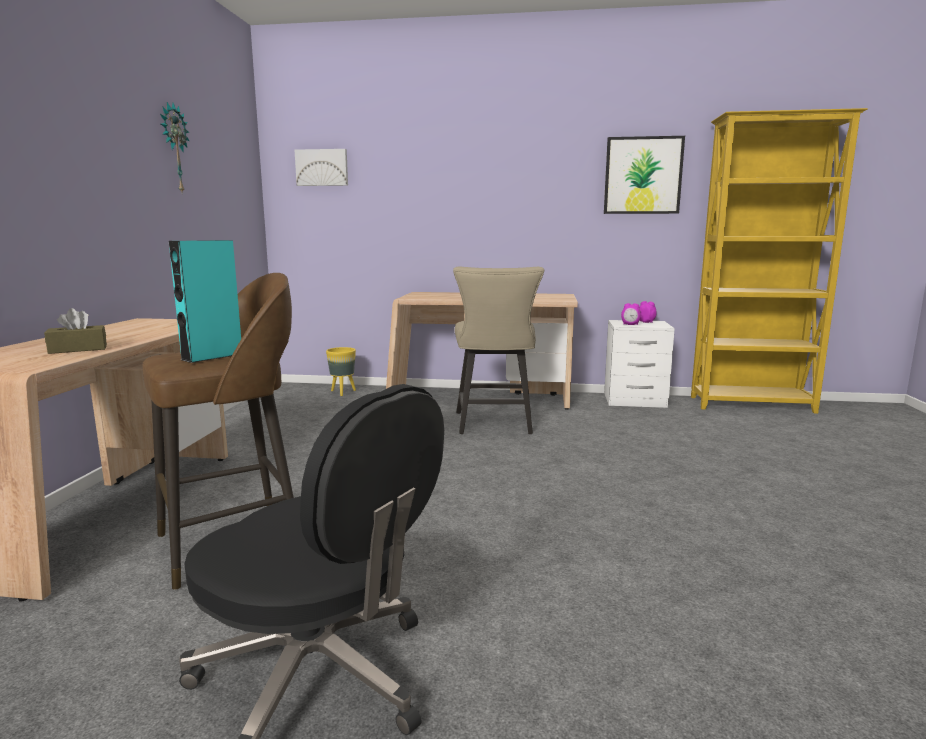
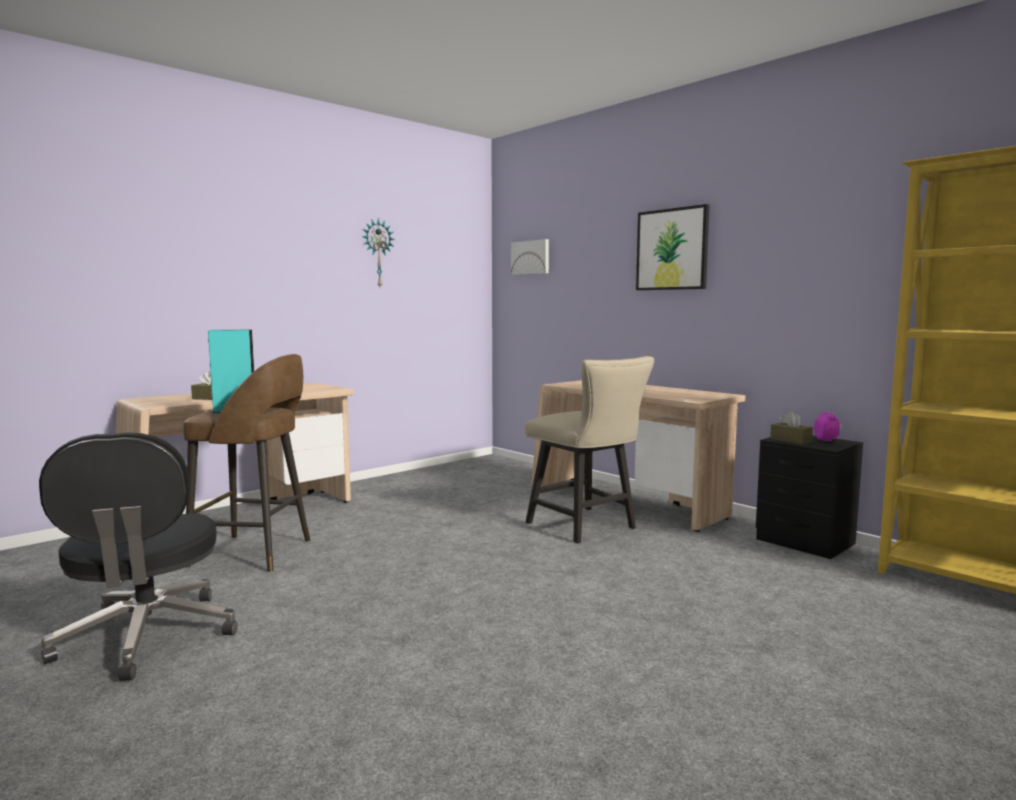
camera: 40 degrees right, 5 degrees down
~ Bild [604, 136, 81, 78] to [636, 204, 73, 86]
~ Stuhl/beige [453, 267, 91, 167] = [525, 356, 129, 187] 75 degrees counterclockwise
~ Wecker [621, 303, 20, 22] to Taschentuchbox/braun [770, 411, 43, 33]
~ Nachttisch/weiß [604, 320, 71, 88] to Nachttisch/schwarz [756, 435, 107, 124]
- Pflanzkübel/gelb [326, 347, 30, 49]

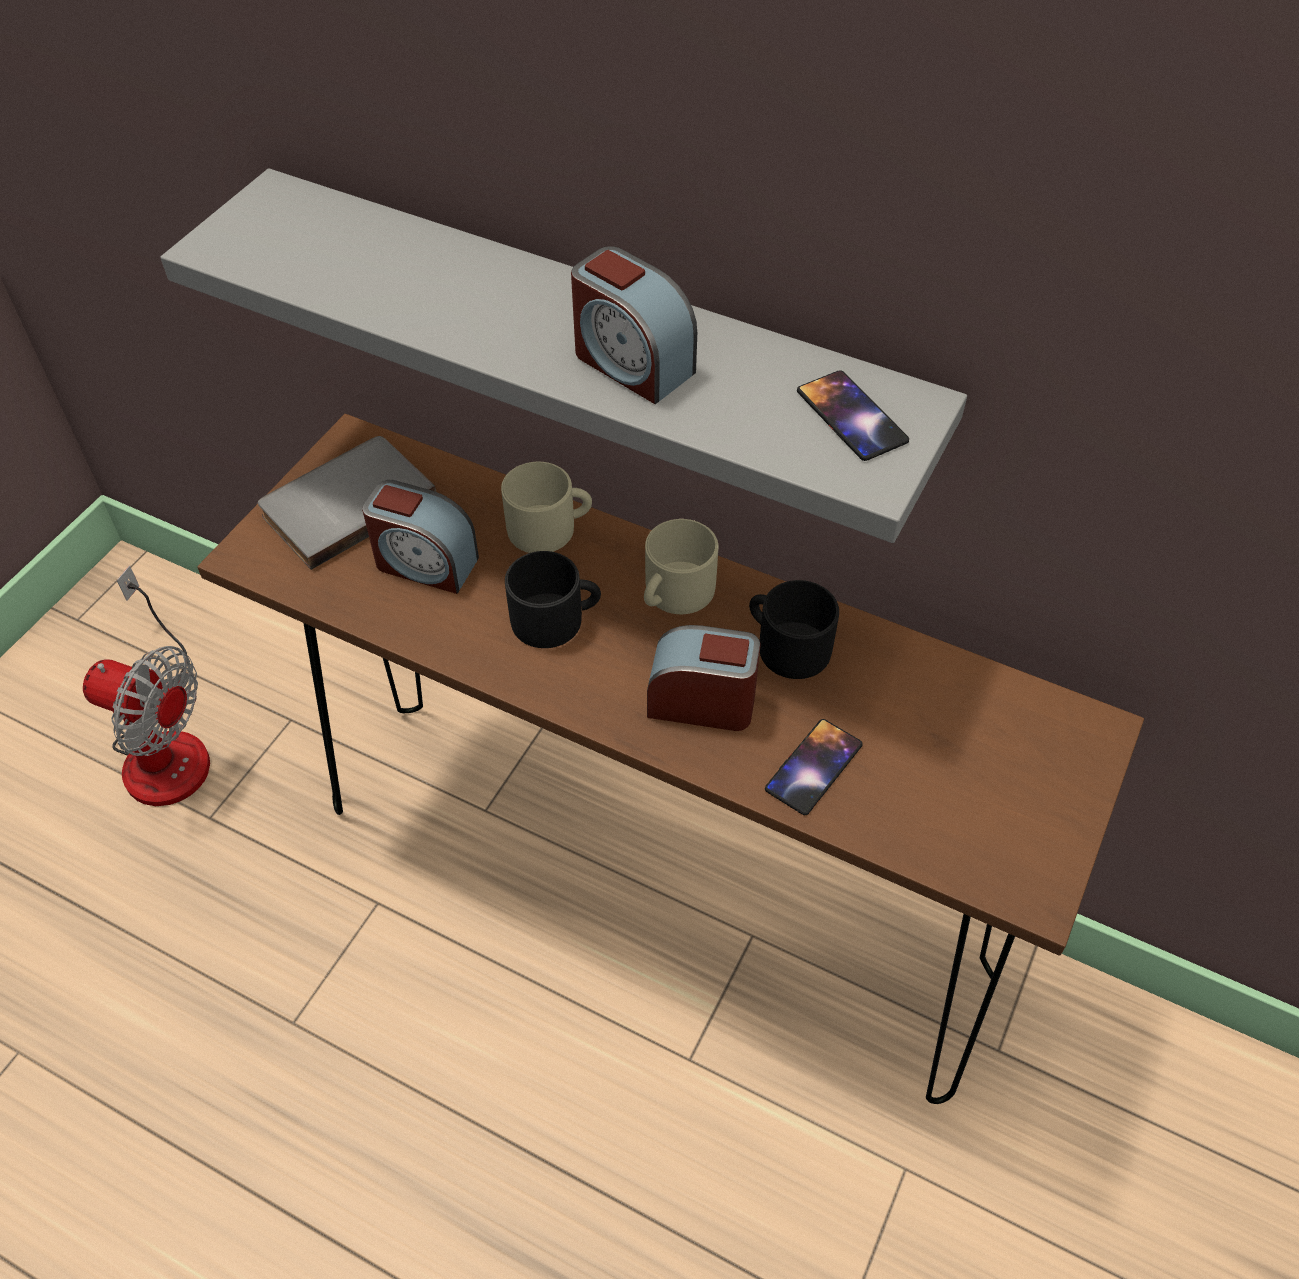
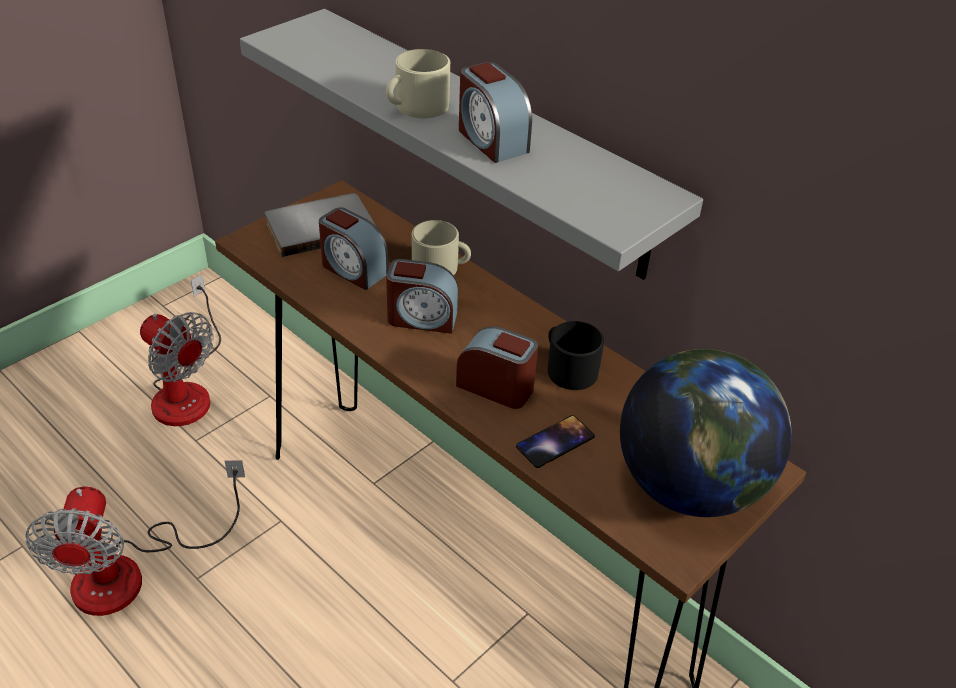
camera: 15 degrees right, 10 degrees down
- Handy [797, 370, 112, 91]
~ Henkelbecher/beige [644, 519, 74, 95] to [386, 49, 64, 69]
~ Henkelbecher/schwarz [505, 551, 96, 97] to Wecker [386, 259, 72, 75]
+ Globus [620, 349, 172, 168]
+ Ventilator [25, 460, 220, 156]

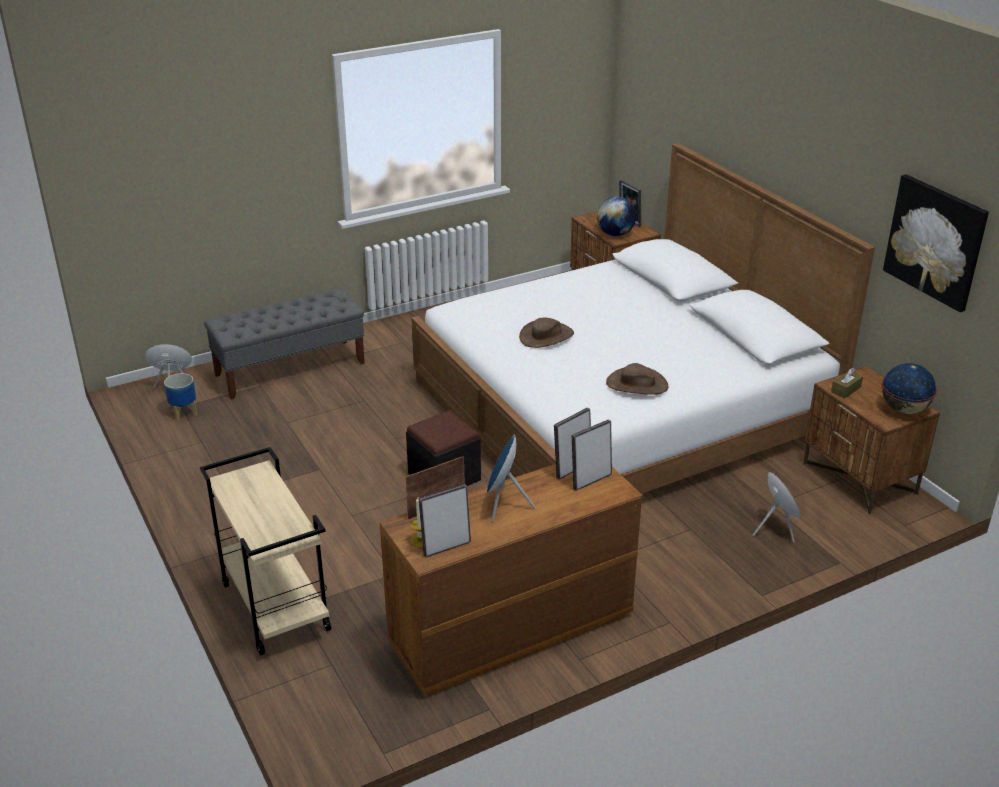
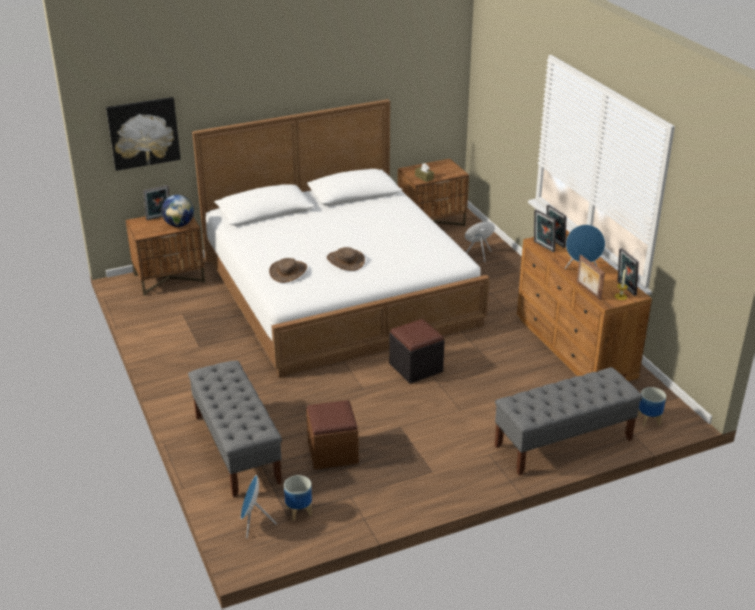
camera: 85 degrees left, 0 degrees up
~ Bild [883, 174, 106, 138] to [106, 97, 75, 74]
~ Hut/braun [606, 363, 62, 32] to [269, 258, 38, 25]
- Globus [881, 363, 56, 51]
~ Rollwagen/beige [200, 447, 131, 209] to Bank/grau [495, 367, 148, 108]
+ Pflanzkübel [638, 387, 28, 40]
+ Polsterhocker/braun [306, 400, 53, 70]

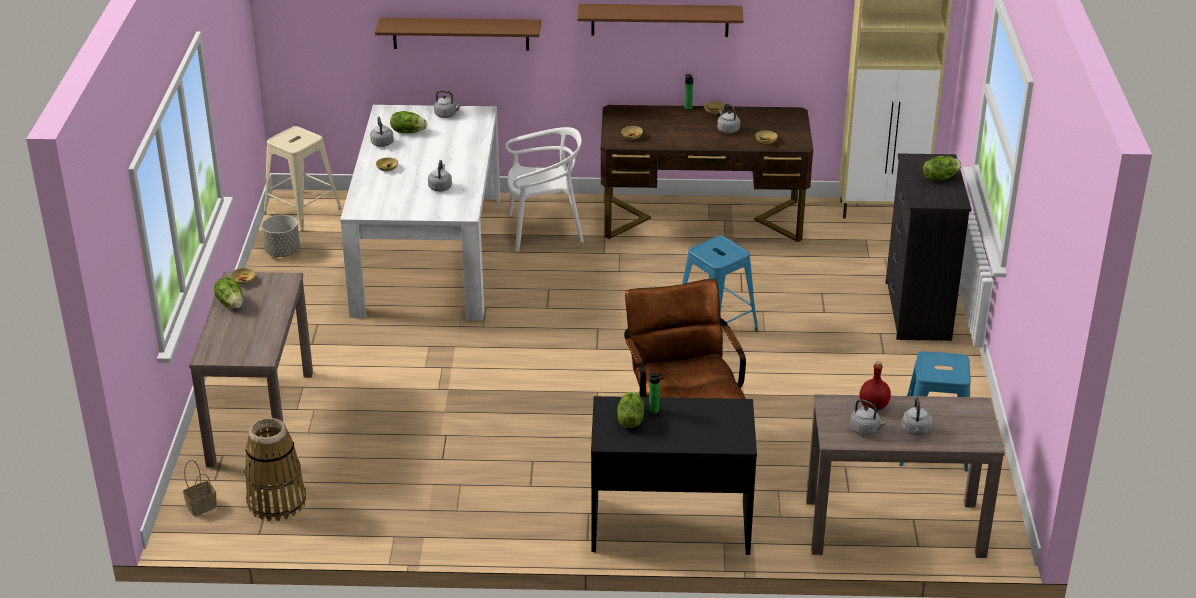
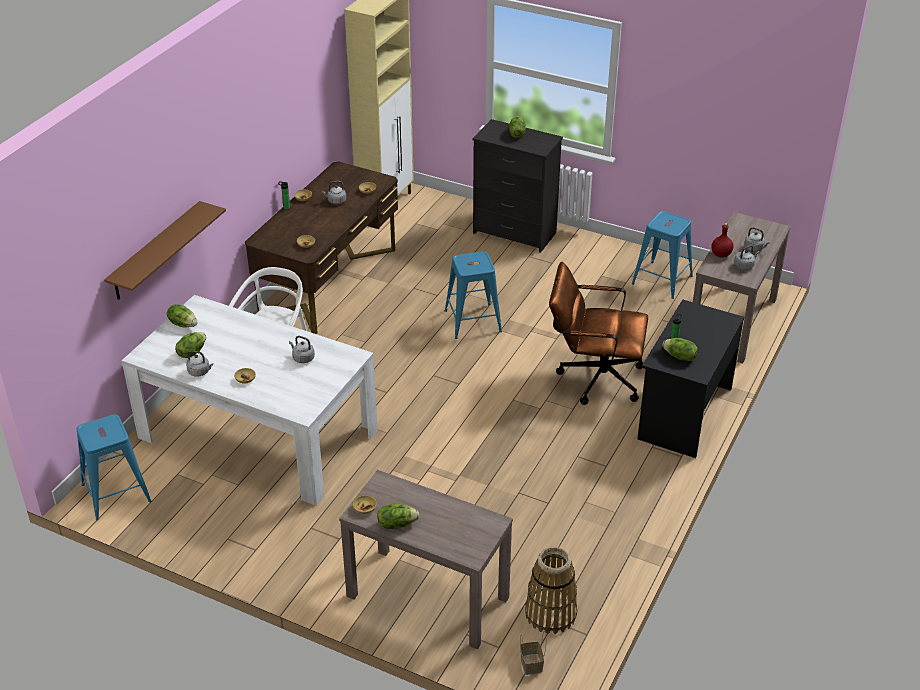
camera: 65 degrees left, 5 degrees up
- Wandregal/braun [577, 4, 167, 33]
~ Wasserkessel/grau [434, 90, 28, 28] to Salatkopf [167, 304, 31, 23]
~ Hocker/beige [264, 126, 77, 105] to Hocker/blau [77, 414, 74, 106]
- Pflanzkübel/grau [262, 215, 38, 42]

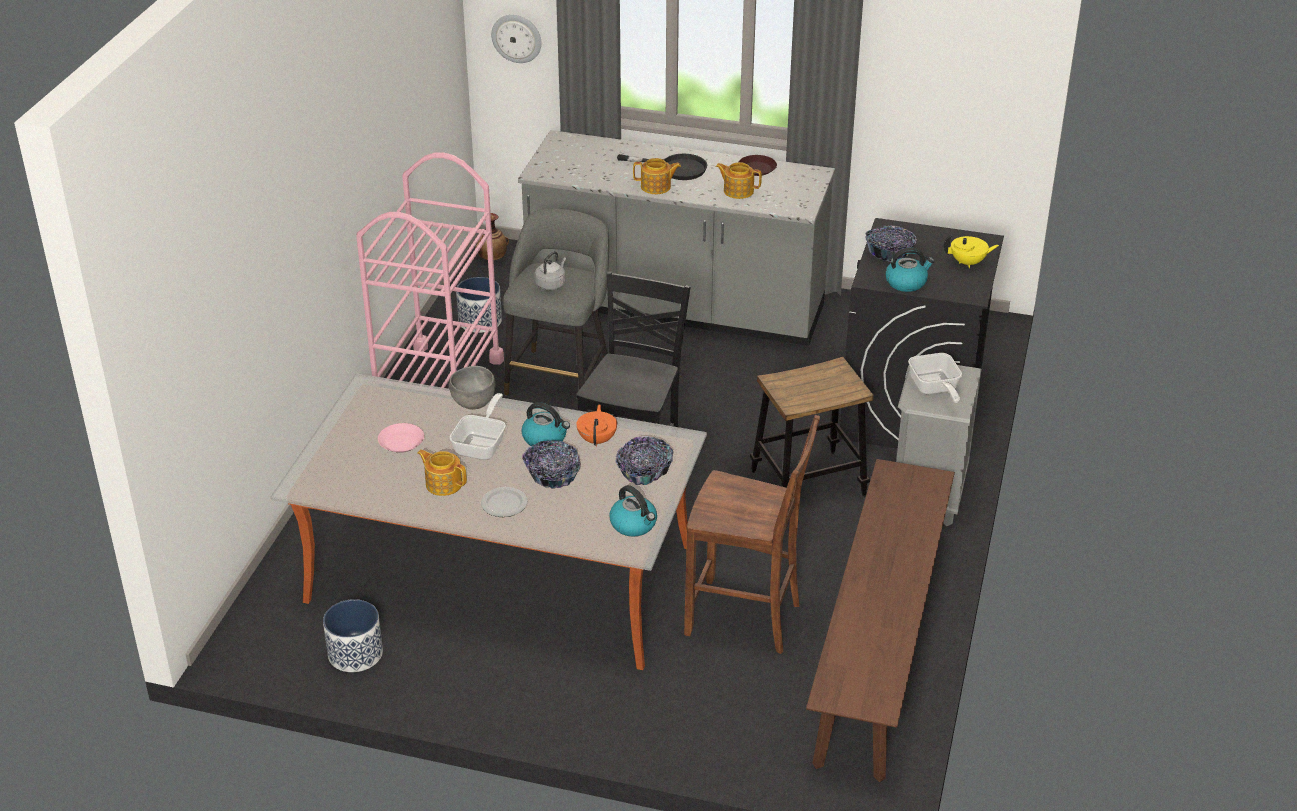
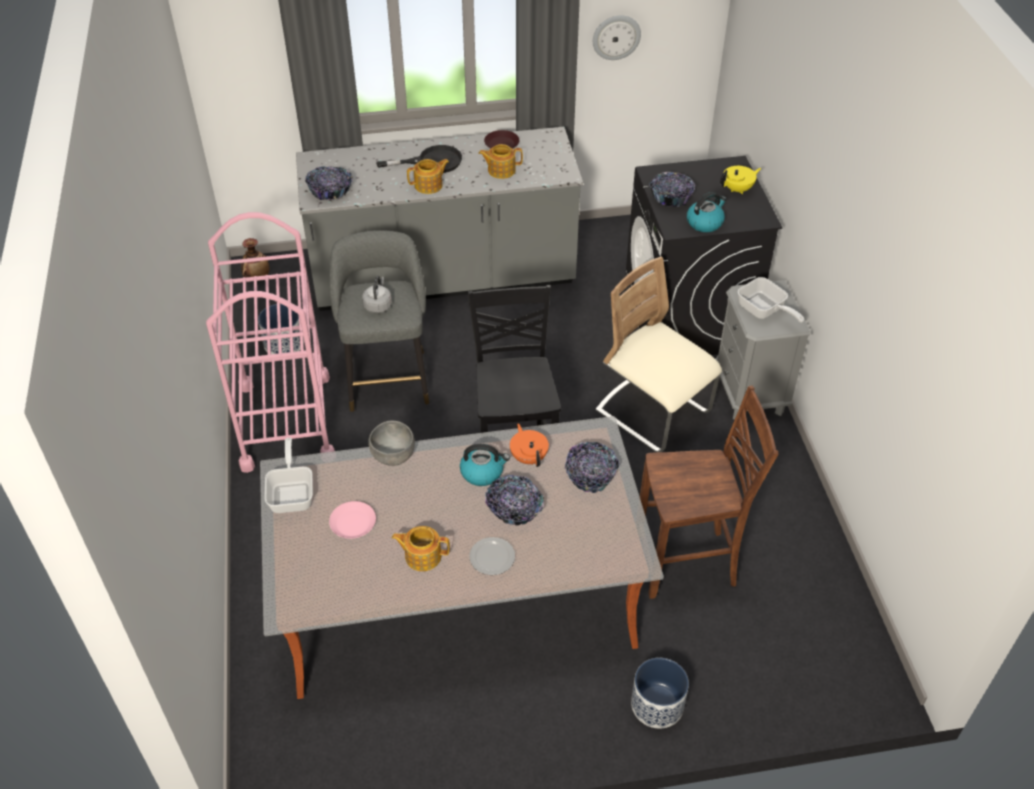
camera: 25 degrees left, 10 degrees up
~ Wanduhr [491, 15, 50, 48] to [593, 15, 48, 45]
~ Hocker [750, 357, 124, 140] to Stuhl/beige [595, 257, 127, 195]
~ Pfanne [449, 393, 57, 67] to [265, 438, 48, 75]
- Bank/braun [806, 459, 149, 323]
- Wasserkessel [609, 485, 48, 51]
~ Pflanzkübel [323, 599, 60, 73] to [631, 658, 58, 71]
+ Schüssel [305, 166, 48, 34]

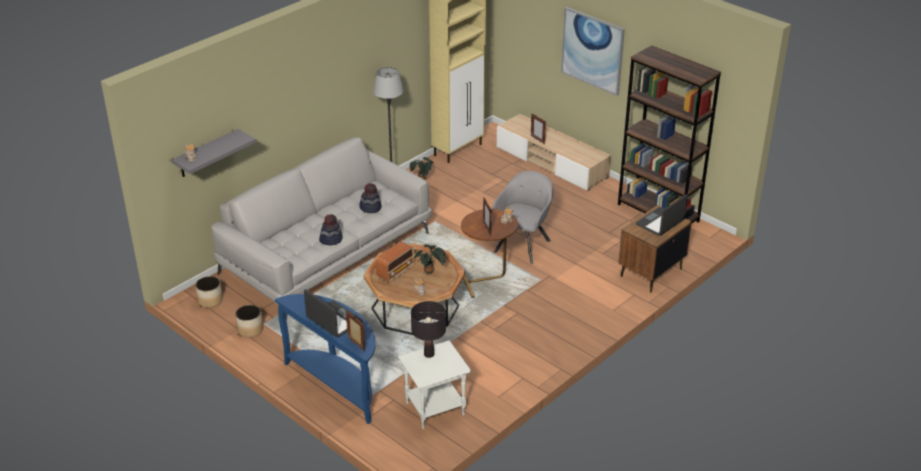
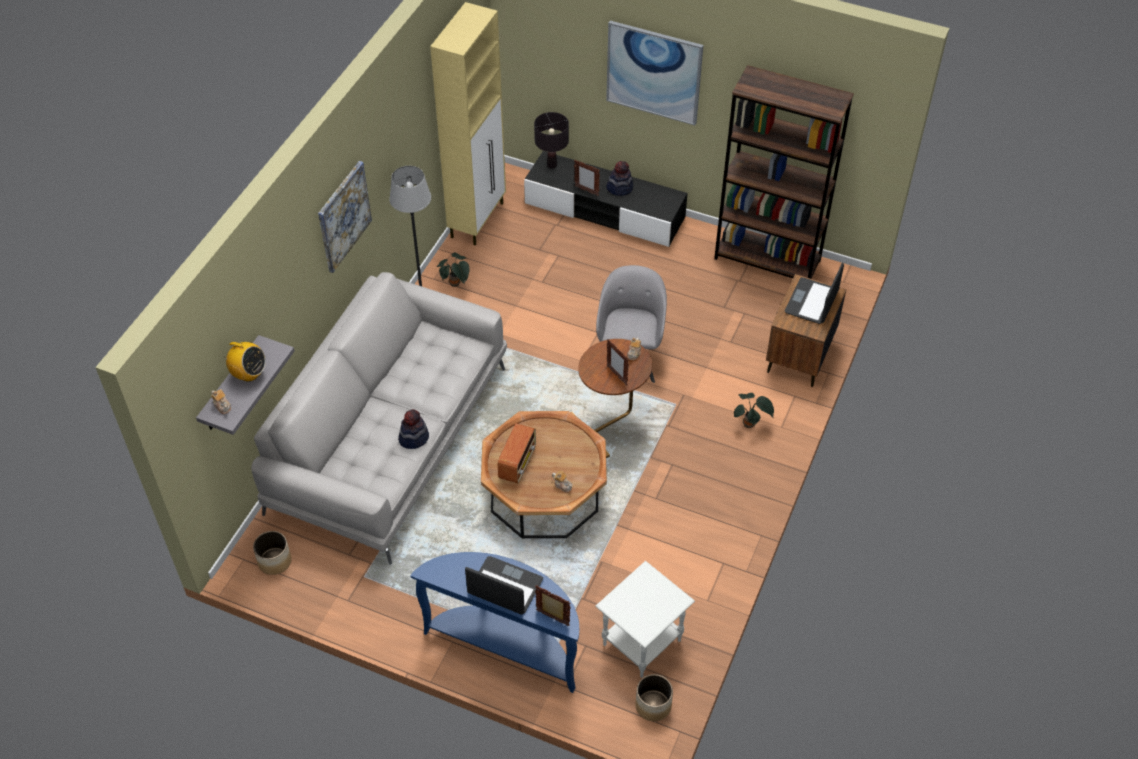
camera: 20 degrees left, 15 degrees up
~ Fernsehschrank/beige [497, 114, 114, 77] to Fernsehschrank/schwarz [524, 151, 164, 96]
~ Hut [359, 183, 22, 30] to [606, 161, 27, 35]
~ Topfpflanze [414, 244, 32, 30] to [734, 393, 40, 35]
~ Tischlampe/schwarz [411, 301, 35, 57] to [534, 112, 35, 56]
~ Pflanzkübel [236, 305, 27, 33] to [635, 674, 38, 47]
+ Bild [318, 161, 54, 112]
+ Radio [220, 342, 46, 39]

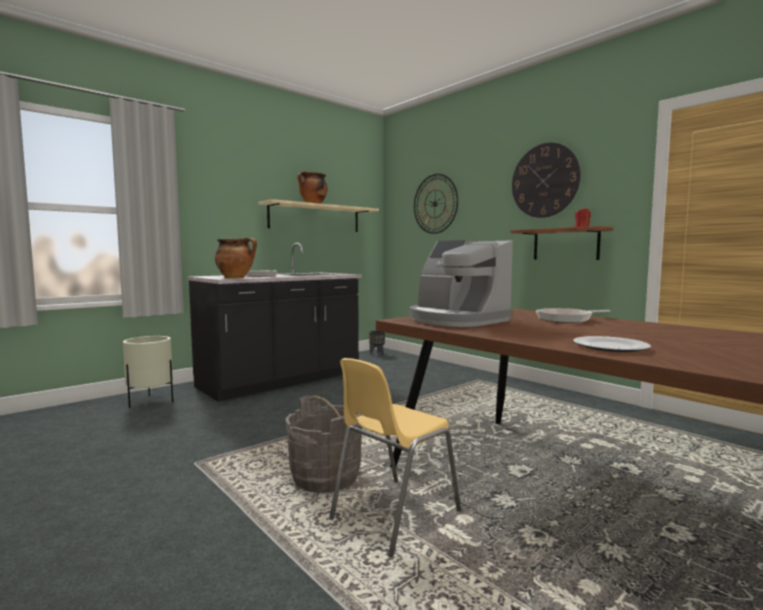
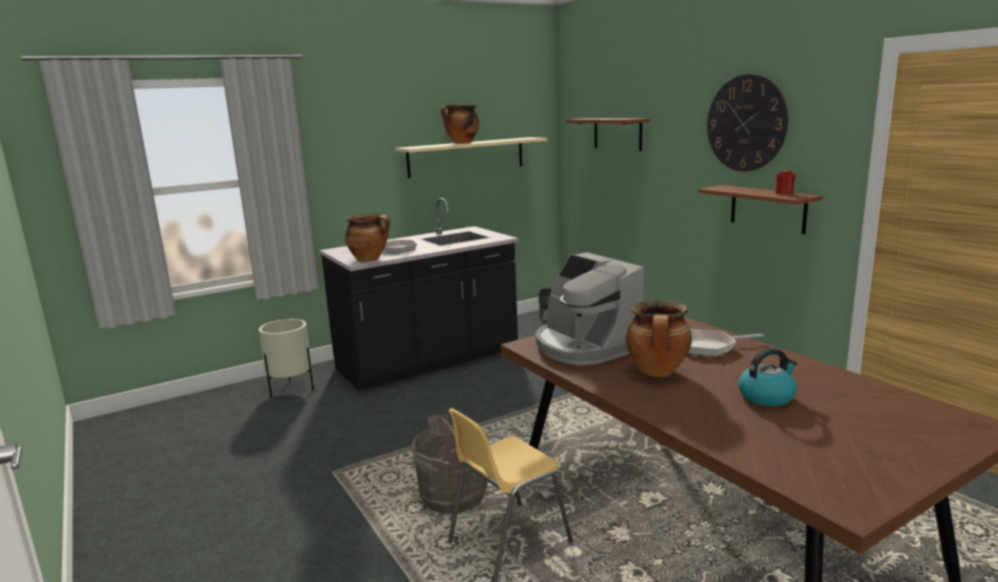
camera: 10 degrees right, 10 degrees up
~ Wanduhr [414, 174, 44, 60] to Wandregal/braun [566, 118, 85, 33]
- Teller [573, 336, 78, 16]
+ Kochtopf [626, 300, 66, 77]
+ Wasserkessel [738, 348, 59, 58]

